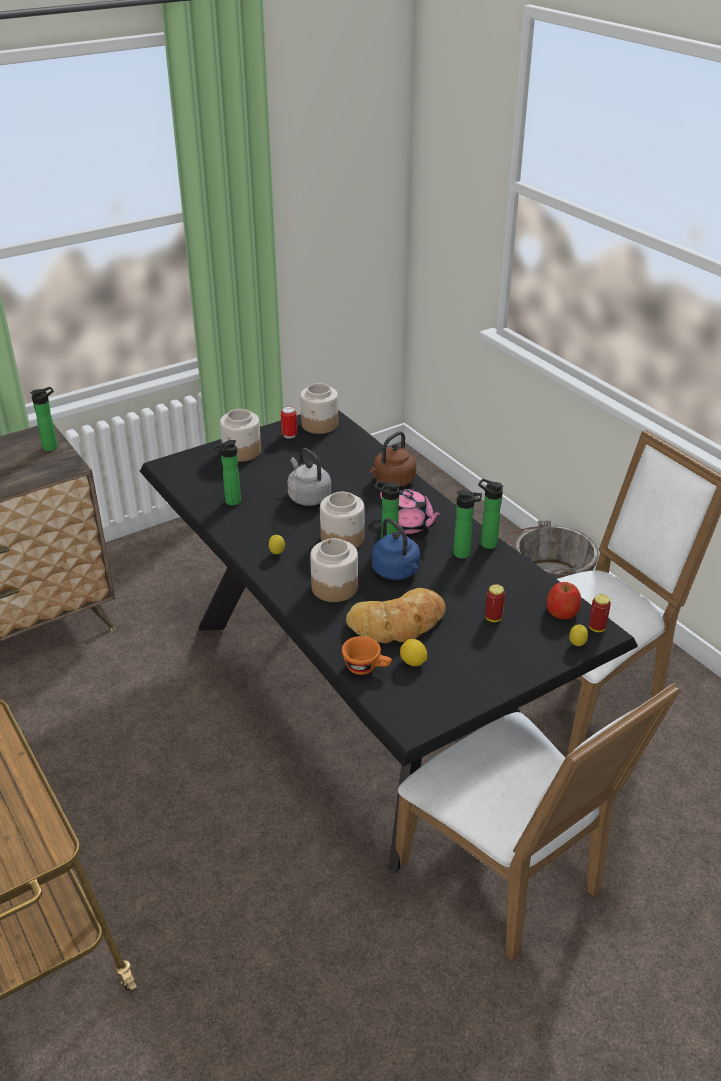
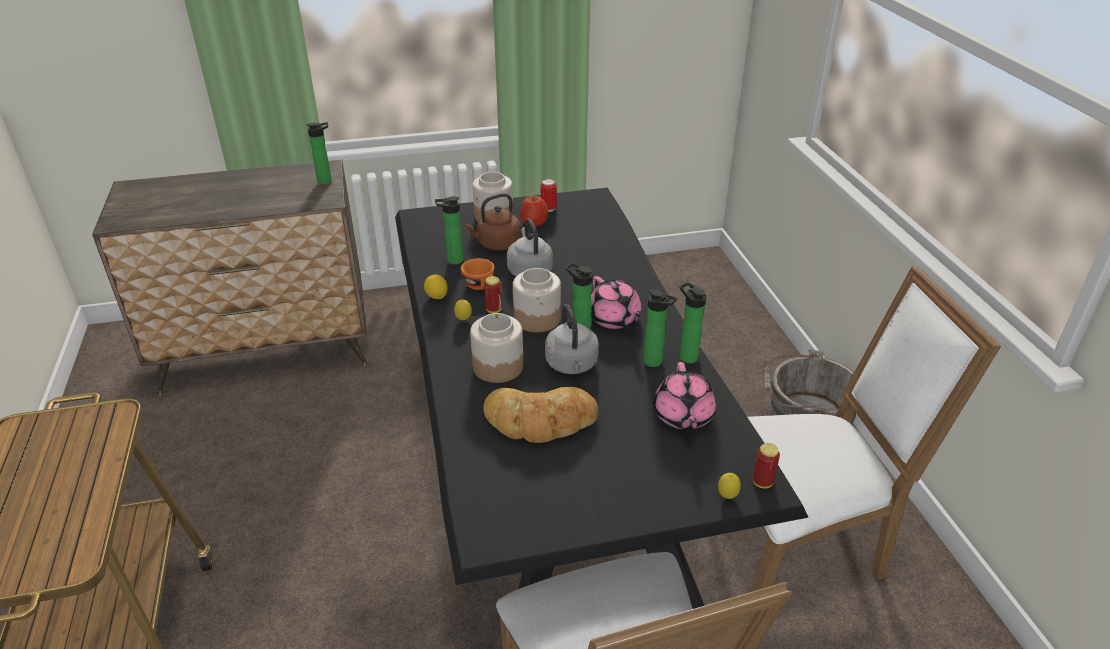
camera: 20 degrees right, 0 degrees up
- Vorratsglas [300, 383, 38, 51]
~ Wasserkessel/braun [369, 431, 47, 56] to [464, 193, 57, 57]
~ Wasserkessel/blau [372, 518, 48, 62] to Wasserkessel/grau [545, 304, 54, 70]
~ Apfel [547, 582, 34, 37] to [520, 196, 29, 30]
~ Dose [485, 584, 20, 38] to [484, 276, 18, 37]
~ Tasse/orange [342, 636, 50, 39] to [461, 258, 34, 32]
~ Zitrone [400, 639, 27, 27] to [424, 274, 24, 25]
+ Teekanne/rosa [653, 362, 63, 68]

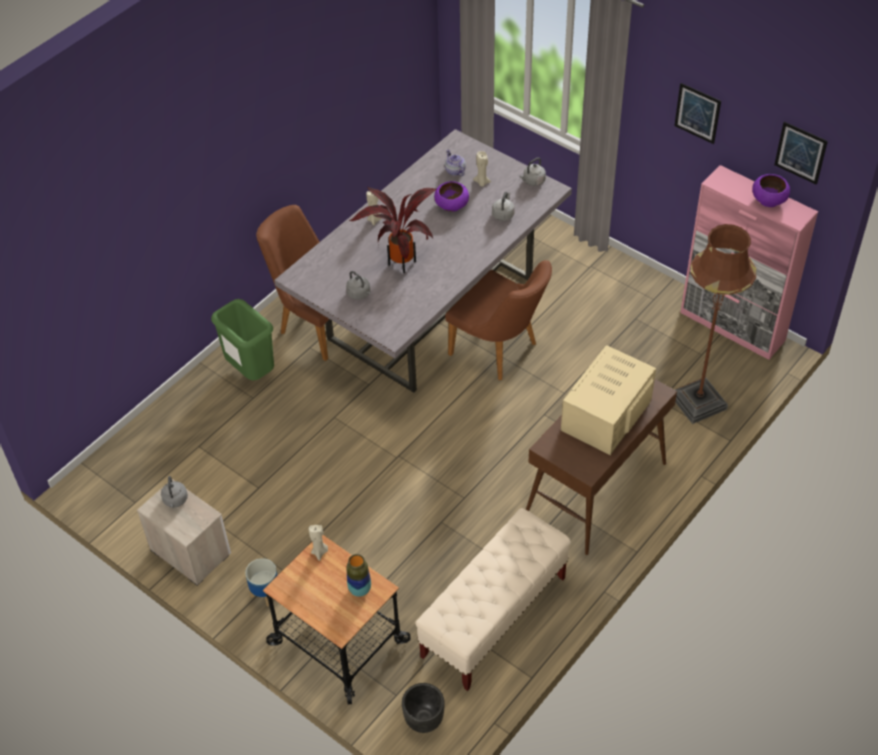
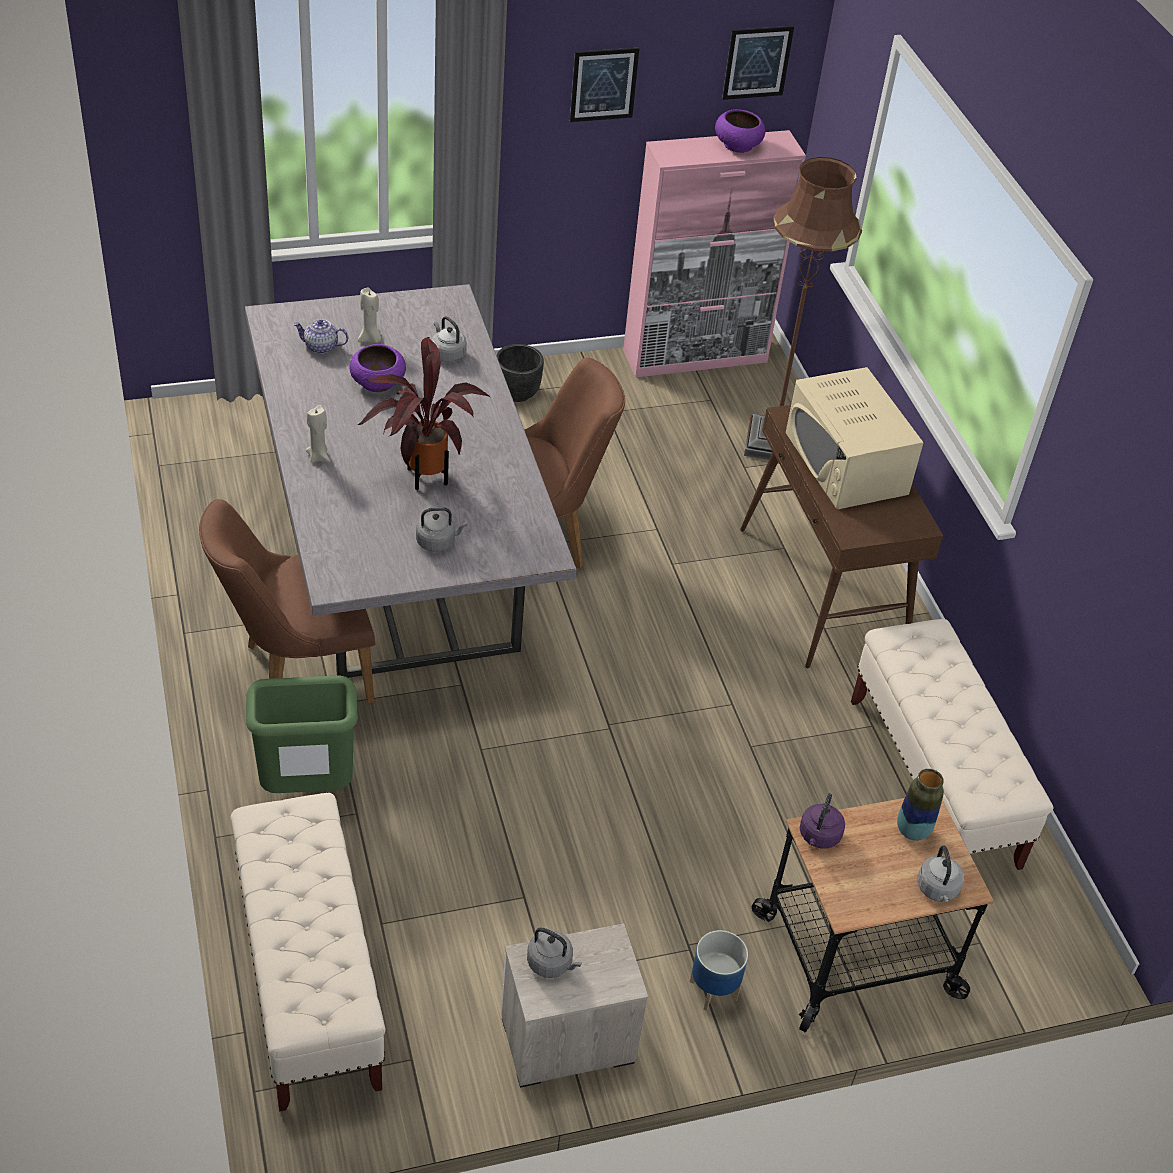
camera: 60 degrees left, 5 degrees down
~ Wasserkessel/grau [520, 158, 26, 28] to [917, 845, 47, 57]
~ Kerze/beige [309, 525, 19, 36] to Wasserkessel/lila [800, 793, 45, 56]
~ Pflanzkübel/schwarz [402, 683, 42, 50] to [496, 344, 48, 58]
+ Bank/beige [231, 793, 154, 318]

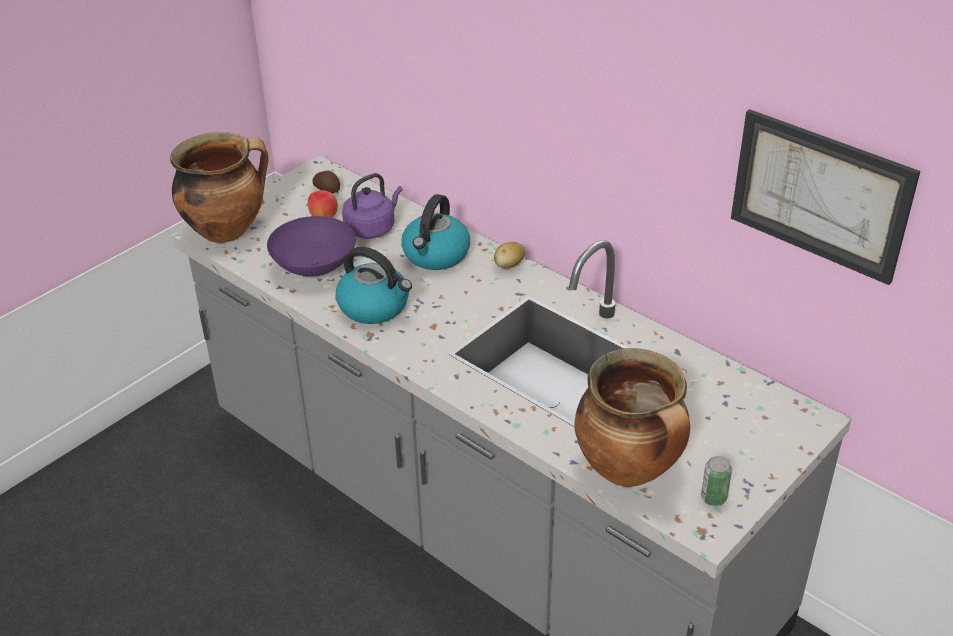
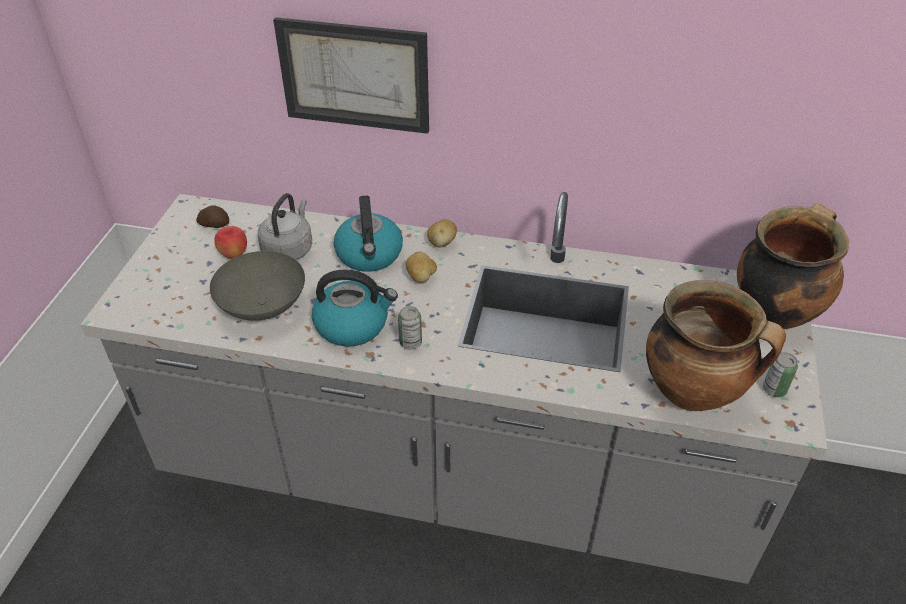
camera: 30 degrees left, 5 degrees up
~ Bild [731, 109, 189, 176] to [273, 17, 156, 117]
~ Kochtopf [170, 132, 98, 111] to [737, 203, 112, 126]
~ Wasserkessel/lila [342, 173, 61, 66] to Wasserkessel/grau [258, 193, 55, 67]
~ Schüssel/lila [267, 216, 89, 61] to Schüssel/grau [210, 251, 95, 70]
+ Kartoffel [406, 251, 31, 32]
+ Dose [398, 306, 24, 44]

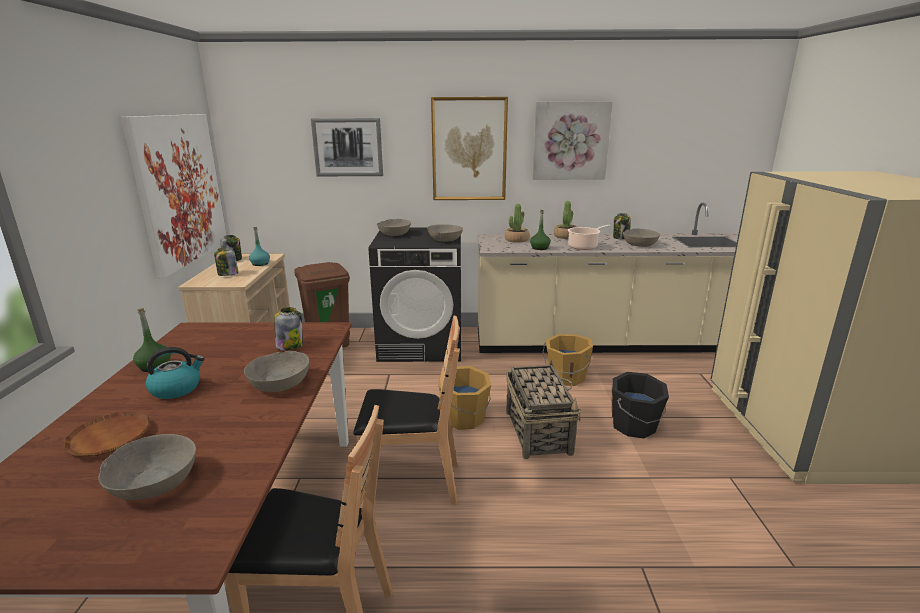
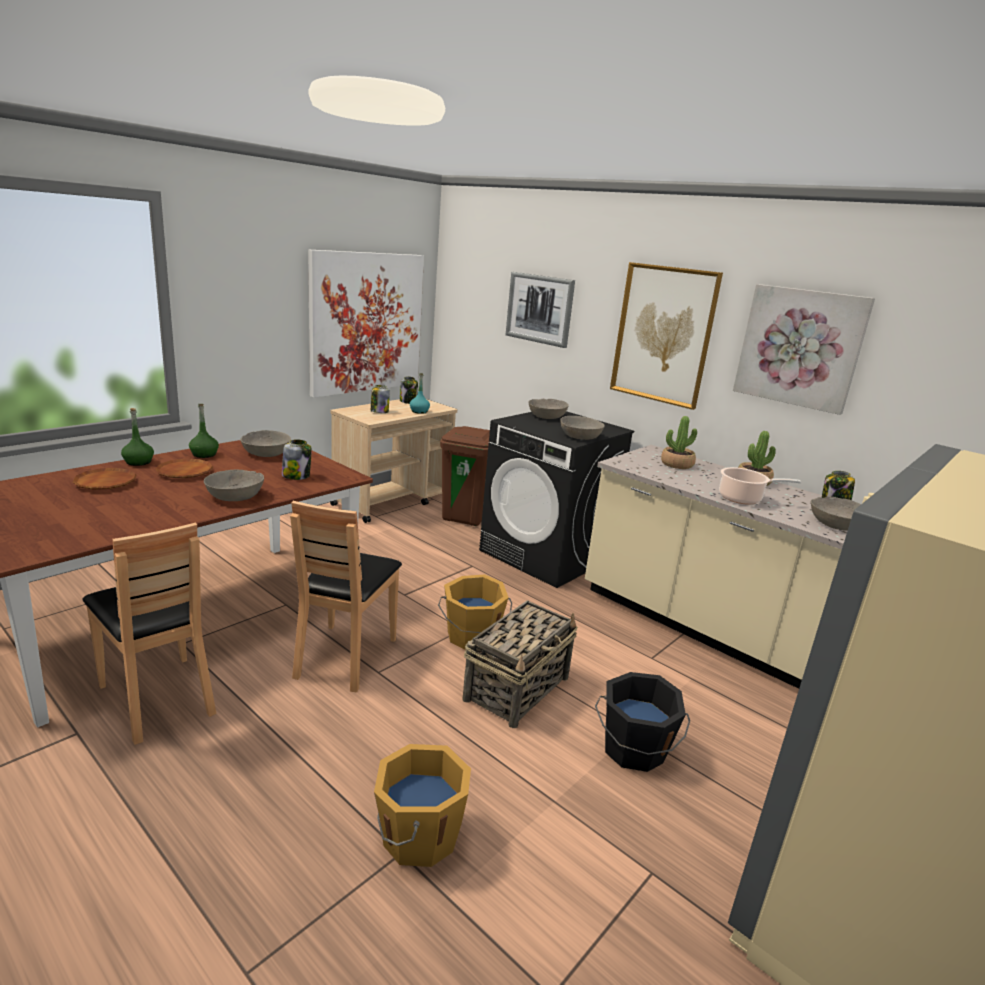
camera: 40 degrees right, 0 degrees up
~ Flasche/grün [530, 210, 21, 40] to [121, 408, 33, 58]
~ Stuhl/braun [353, 315, 107, 190] = [290, 501, 112, 191] 60 degrees clockwise
~ Eimer/orange [542, 334, 51, 52] to [374, 744, 97, 123]
~ Wasserkessel [146, 347, 59, 52] to Teller/braun [156, 458, 57, 20]
~ Schüssel/grau [98, 434, 98, 66] to [240, 430, 51, 27]

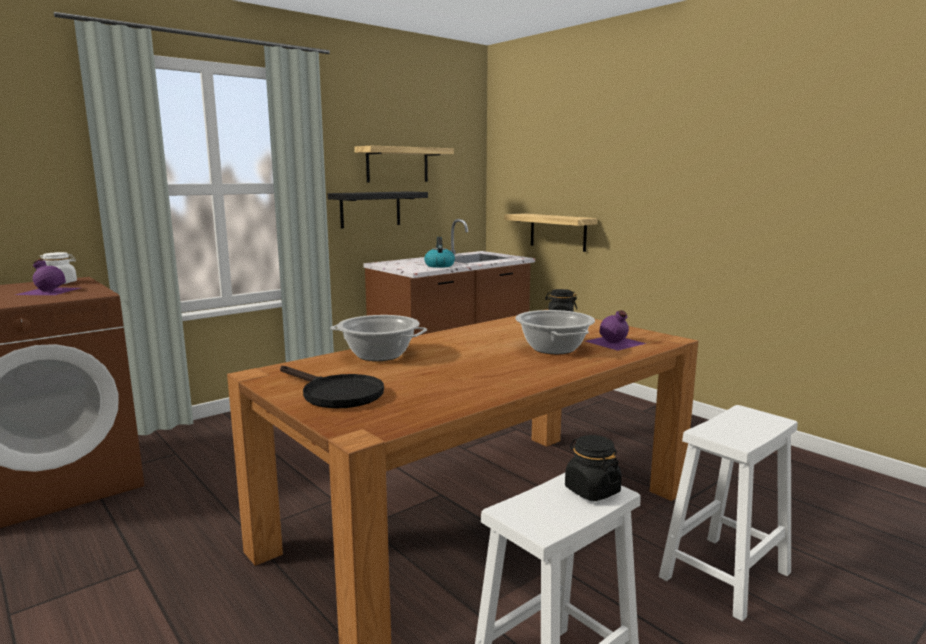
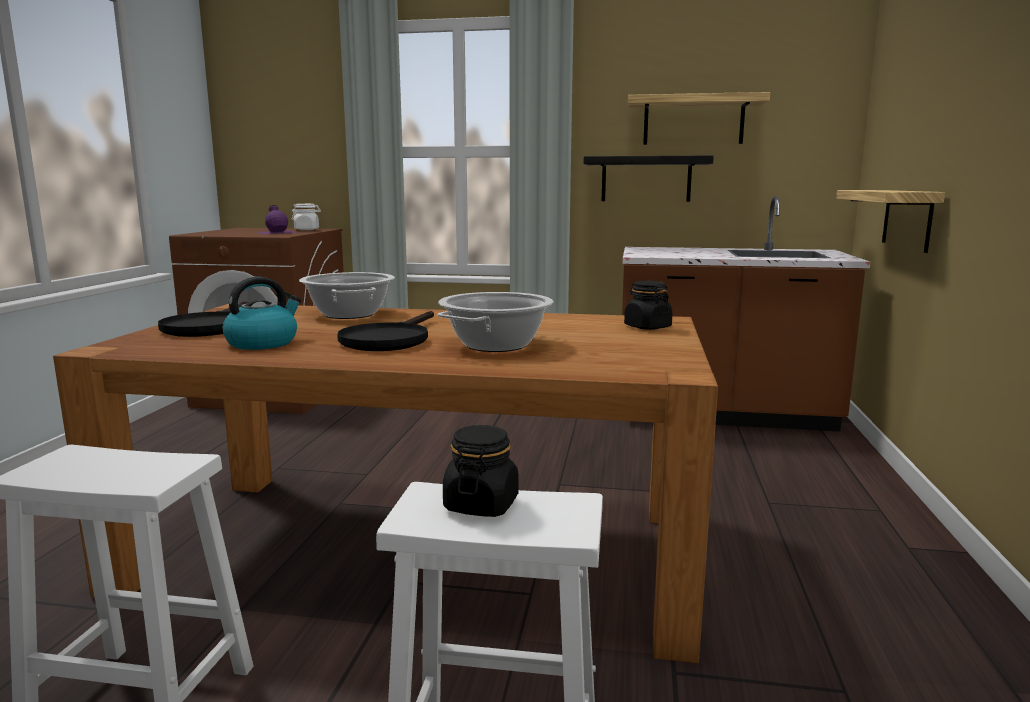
camera: 50 degrees right, 0 degrees up
~ Wasserkessel [424, 237, 31, 31] to [223, 277, 78, 73]
- Flasche/lila [585, 310, 62, 41]
~ Vorratsglas/schwarz [565, 435, 57, 66] to [443, 425, 76, 92]
+ Pfanne/schwarz [337, 311, 97, 40]

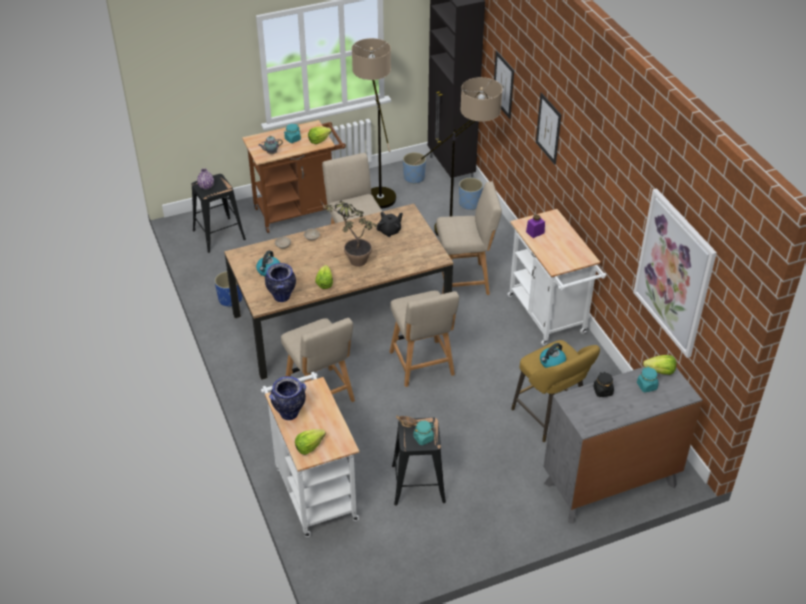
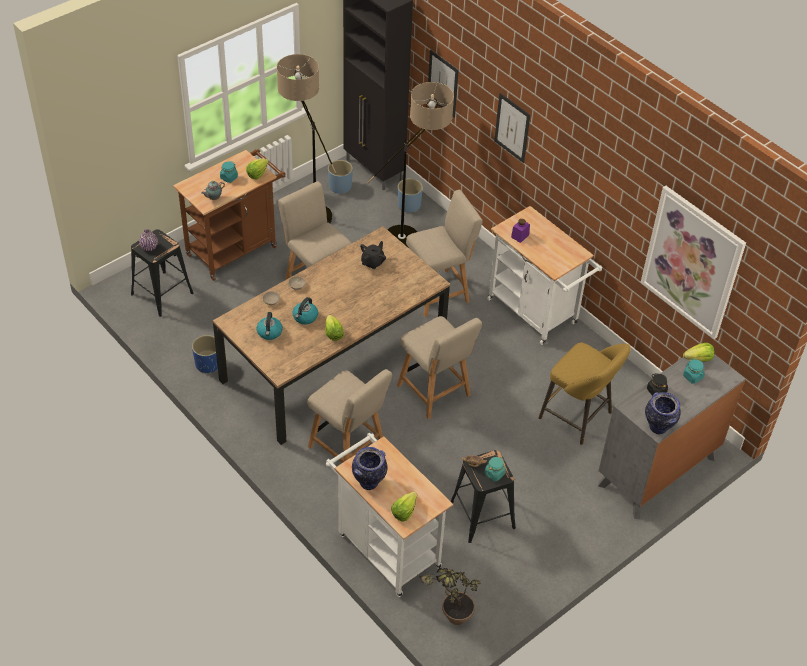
camera: 20 degrees left, 5 degrees up
~ Topfpflanze [320, 200, 57, 67] to [417, 568, 64, 57]
~ Vase [265, 263, 31, 39] to [645, 392, 36, 42]
~ Wasserkessel [540, 343, 26, 25] to [293, 297, 25, 27]

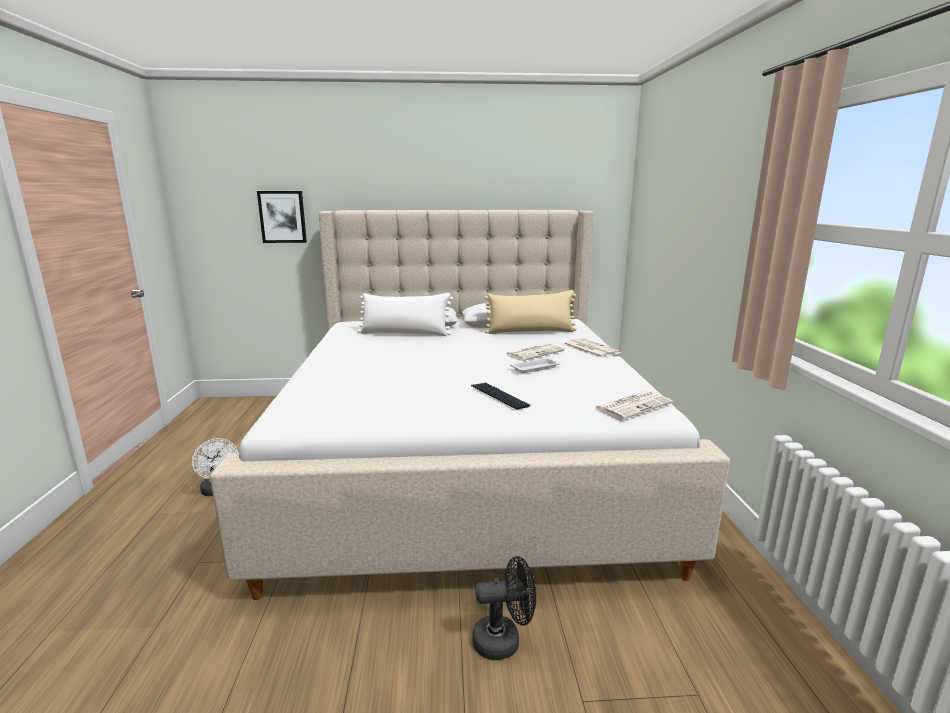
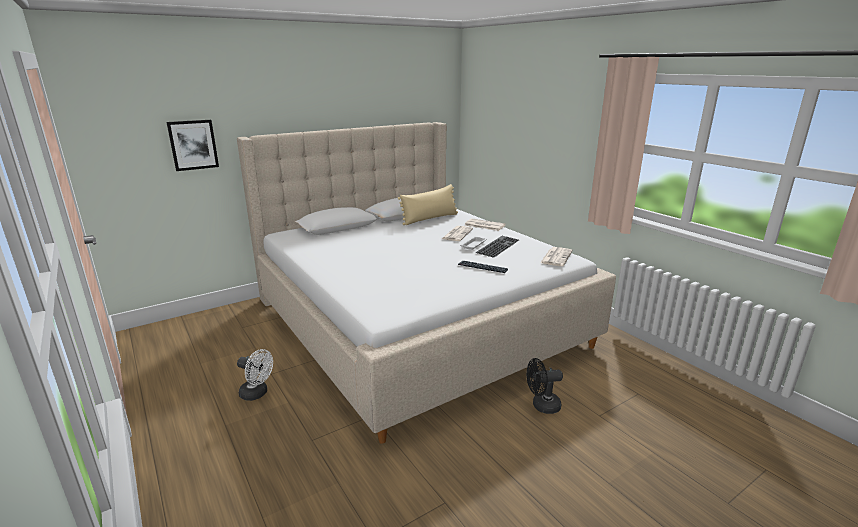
camera: 30 degrees left, 5 degrees up
- Kissen/weiß [358, 293, 95, 43]
~ Ventilator/schwarz [472, 556, 64, 104] = [526, 358, 37, 56] 150 degrees counterclockwise
+ Tastatur [476, 236, 43, 22]

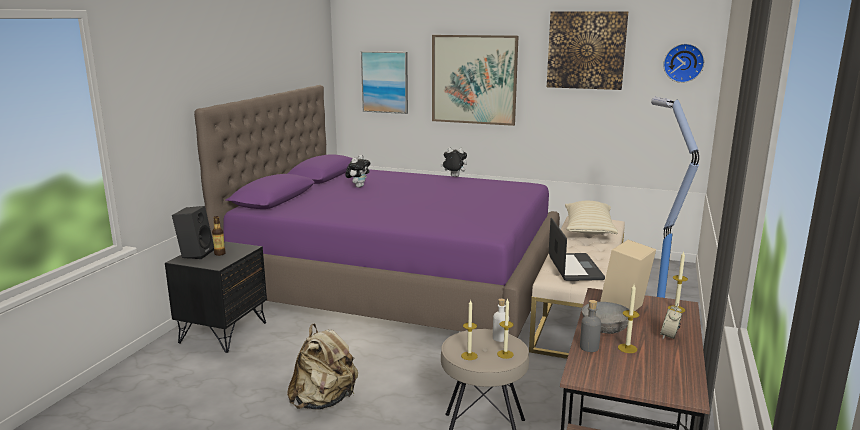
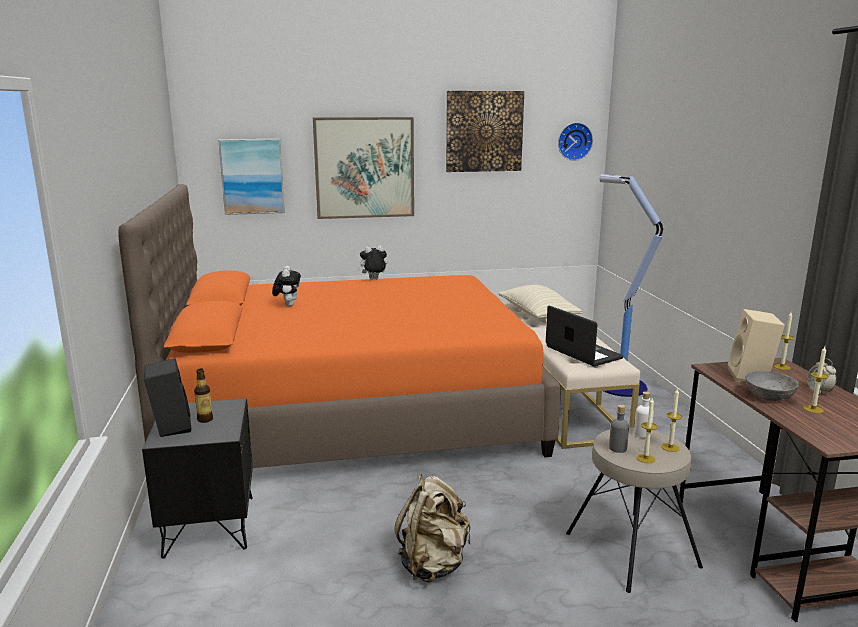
camera: 30 degrees left, 0 degrees up
~ Bett/lila [194, 85, 366, 253] to Bett/orange [118, 184, 443, 284]
~ Flasche/grau [580, 300, 21, 52] to [609, 405, 20, 48]

